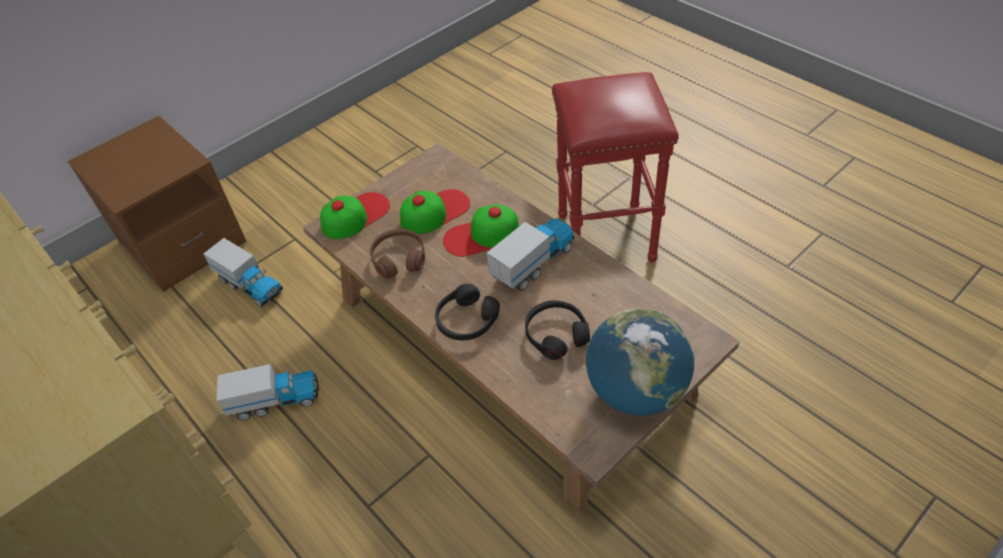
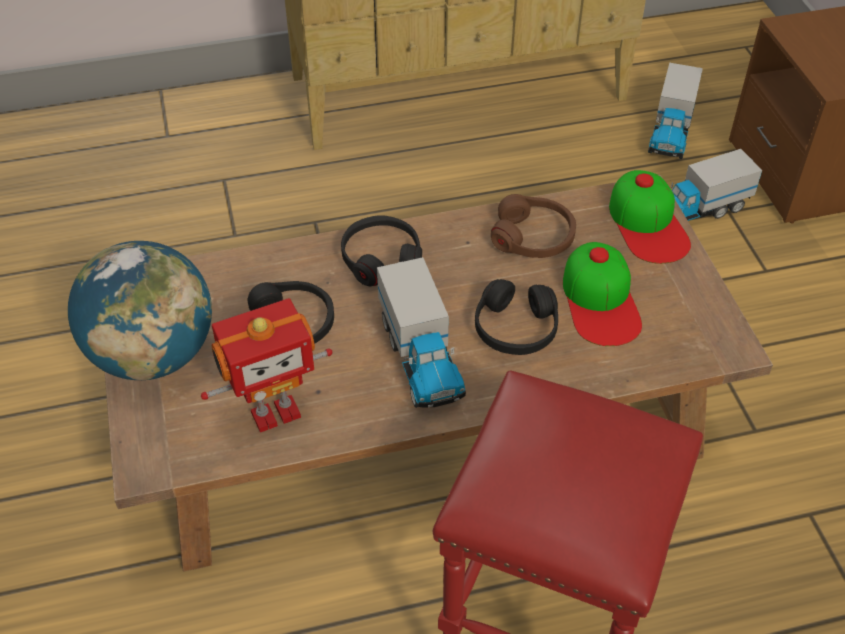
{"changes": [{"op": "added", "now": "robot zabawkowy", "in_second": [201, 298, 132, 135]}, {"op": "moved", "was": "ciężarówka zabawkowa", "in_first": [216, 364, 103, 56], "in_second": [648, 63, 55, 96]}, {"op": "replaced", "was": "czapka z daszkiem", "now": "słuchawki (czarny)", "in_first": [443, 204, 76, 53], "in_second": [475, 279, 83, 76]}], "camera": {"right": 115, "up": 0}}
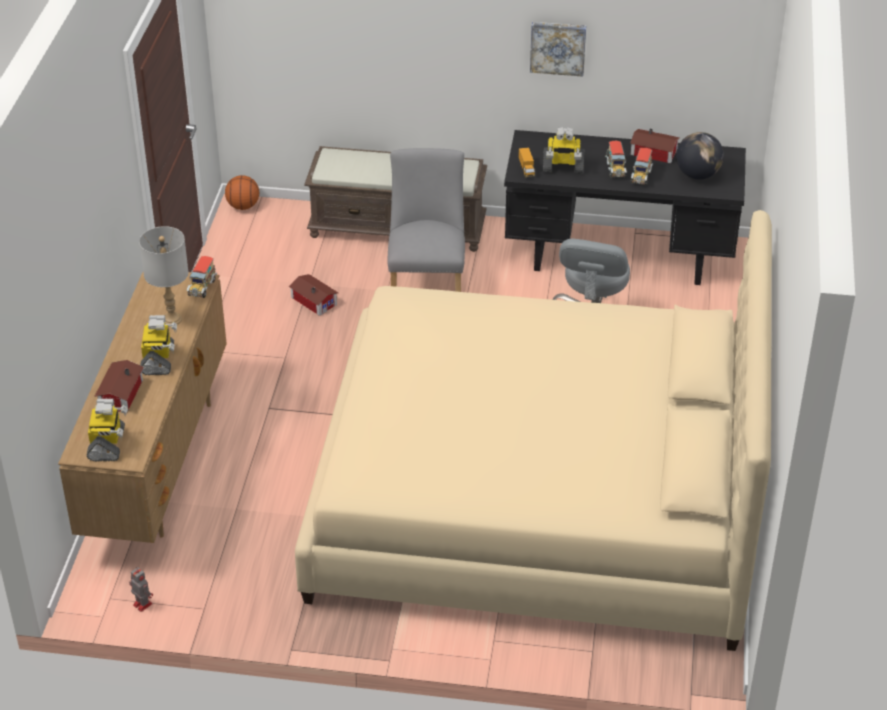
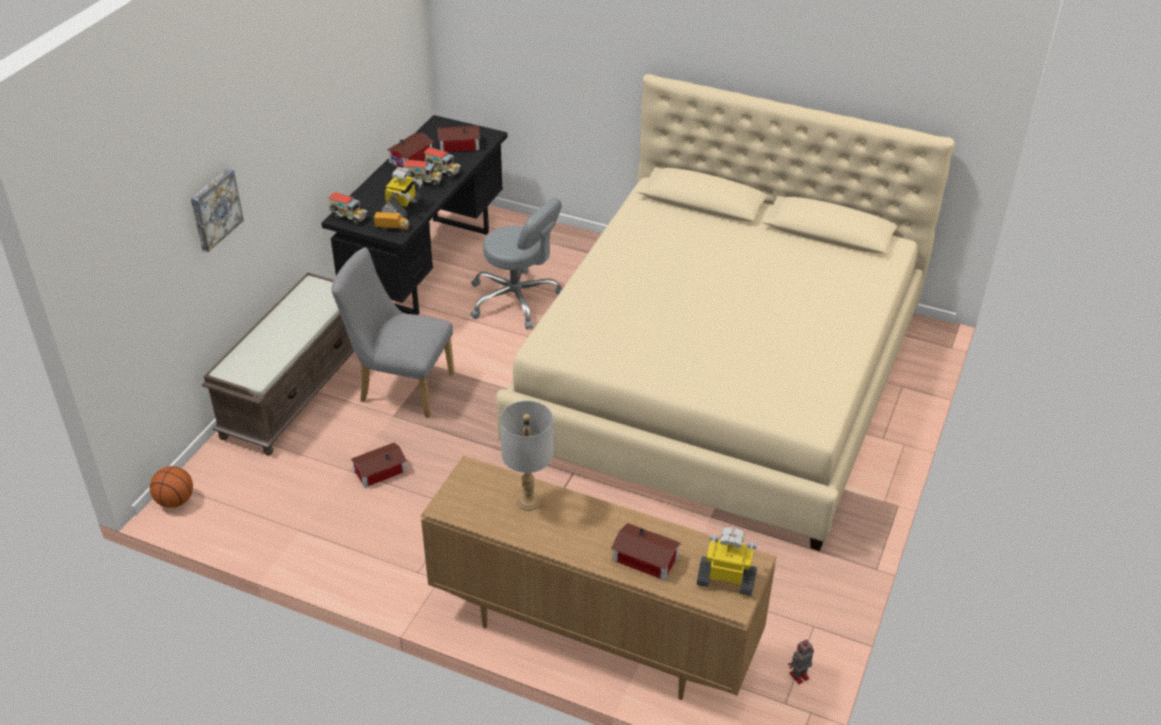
{"changes": [{"op": "removed", "was": "robot zabawkowy", "in_first": [140, 315, 37, 60]}, {"op": "moved", "was": "ciężarówka zabawkowa", "in_first": [186, 256, 31, 42], "in_second": [328, 192, 40, 32]}, {"op": "moved", "was": "obraz", "in_first": [530, 22, 56, 55], "in_second": [191, 168, 53, 84]}, {"op": "replaced", "was": "globus", "now": "domek", "in_first": [676, 132, 48, 48], "in_second": [438, 125, 42, 27]}], "camera": {"right": -75, "up": 0}}
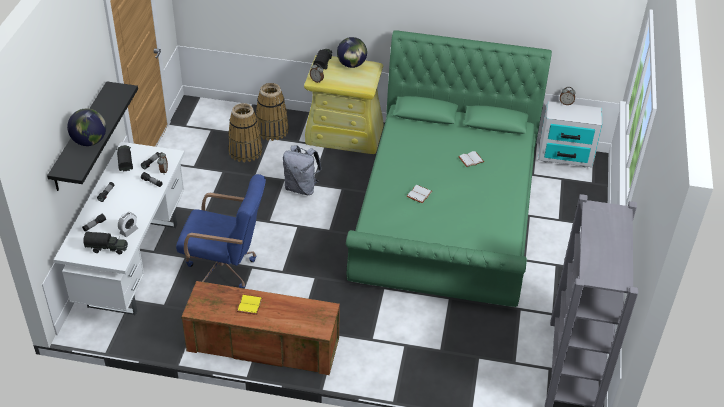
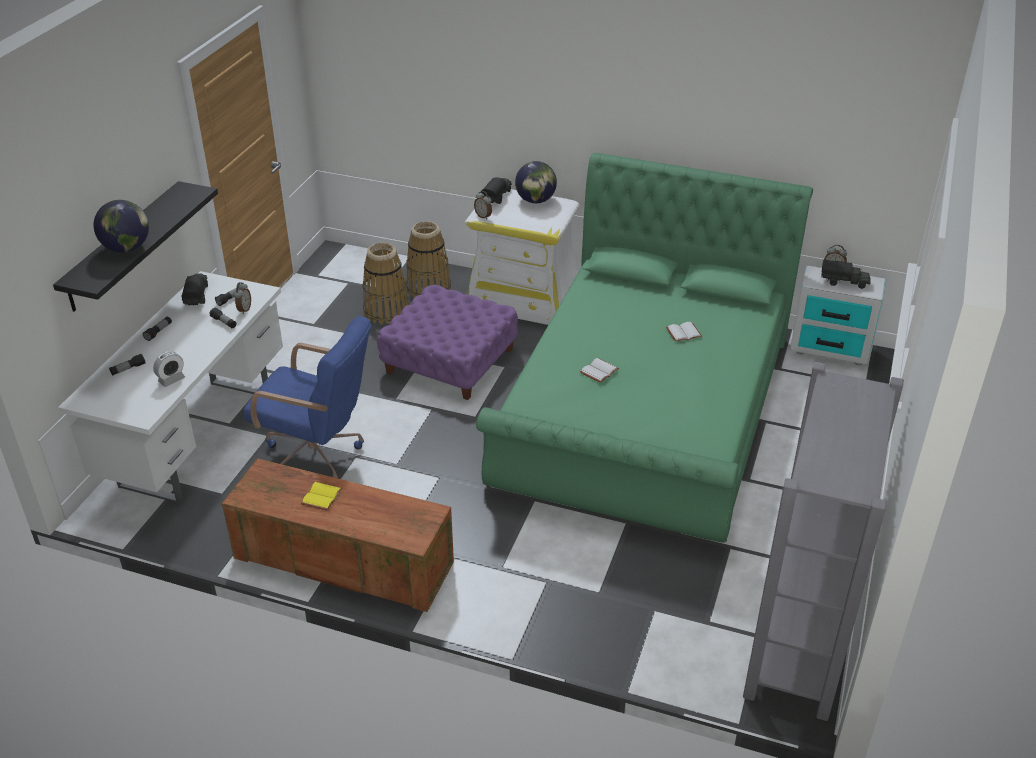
{"changes": [{"op": "moved", "was": "ciężarówka zabawkowa", "in_first": [83, 232, 45, 22], "in_second": [821, 259, 50, 30]}, {"op": "replaced", "was": "plecak (szary)", "now": "pufa (fioletowy)", "in_first": [283, 145, 39, 50], "in_second": [377, 285, 141, 115]}, {"op": "recoloured", "was": "szafka nocna (żółty)", "now": "szafka nocna (biały)", "in_first": [304, 55, 80, 99], "in_second": [465, 189, 114, 136]}], "camera": {"right": 10, "up": -5}}
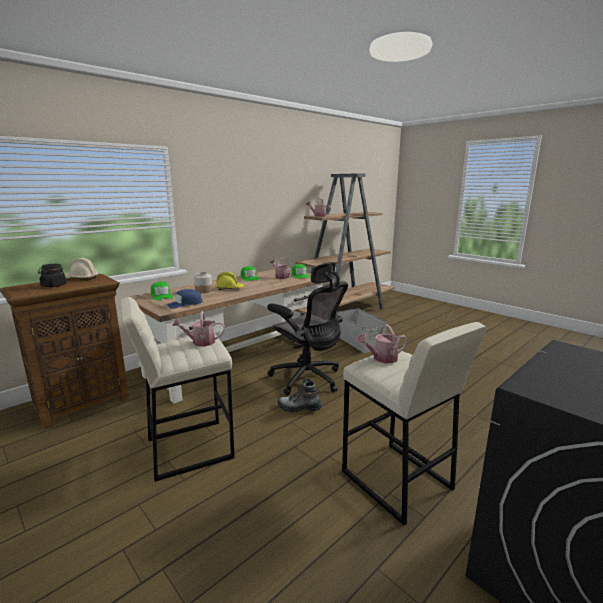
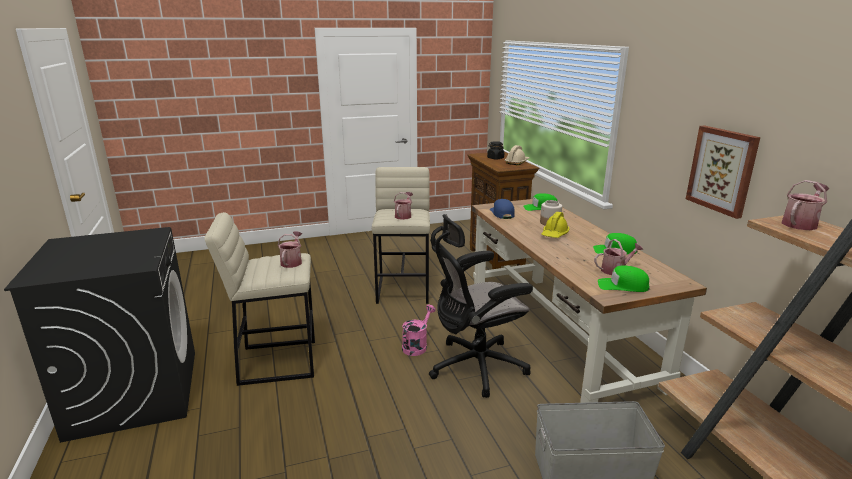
{"changes": [{"op": "added", "now": "obraz", "in_second": [686, 126, 74, 93]}, {"op": "replaced", "was": "but z cholewką", "now": "konewka (różowy)", "in_first": [278, 378, 44, 34], "in_second": [402, 305, 34, 51]}], "camera": {"right": 115, "up": 5}}
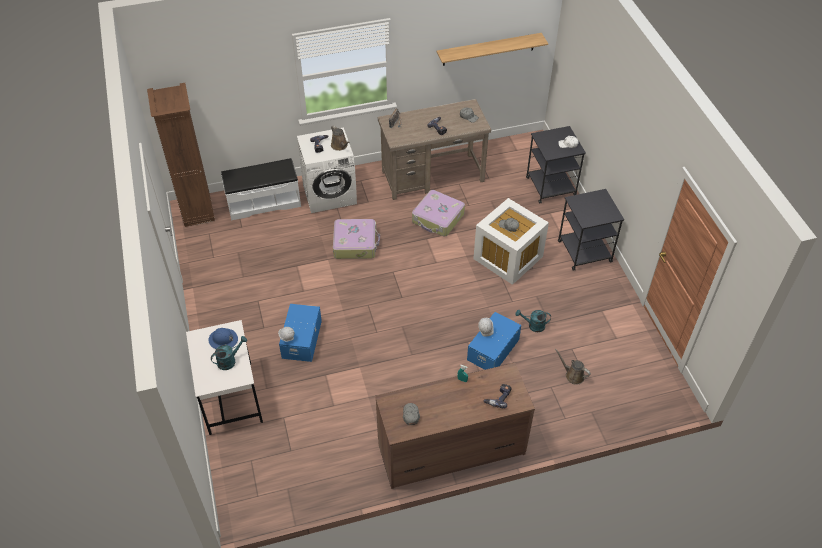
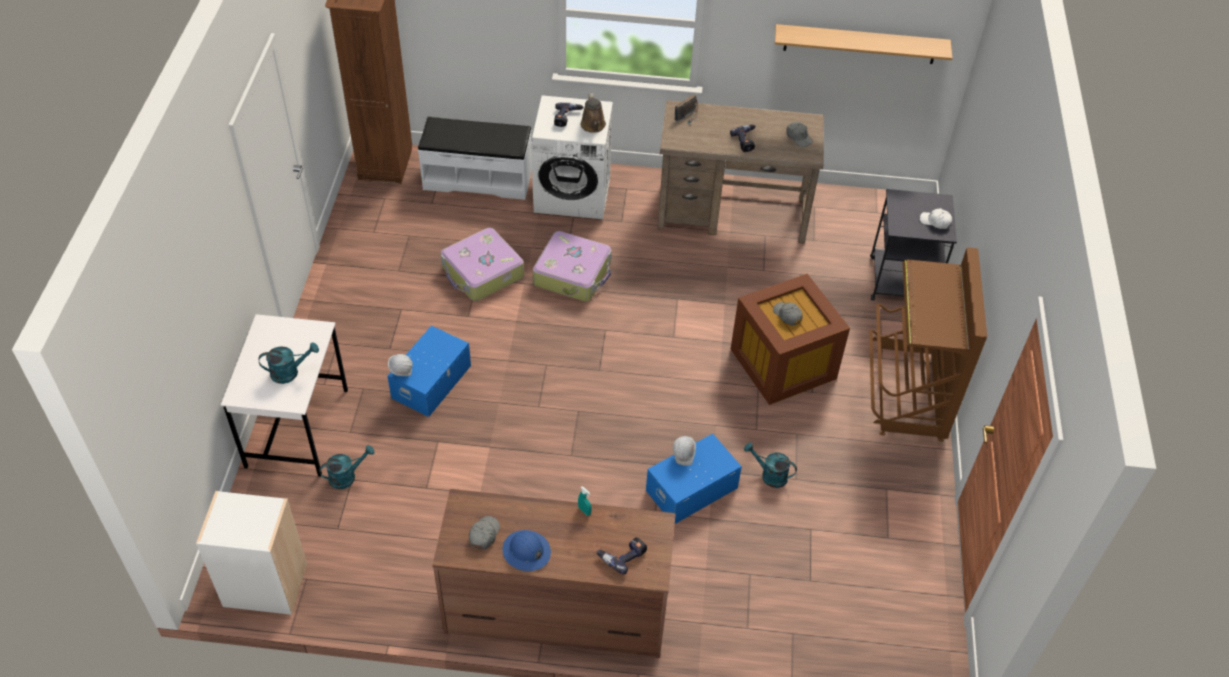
{"changes": [{"op": "removed", "was": "konewka (brązowy)", "in_first": [555, 349, 36, 36]}, {"op": "added", "now": "regał (biały)", "in_second": [196, 491, 111, 124]}, {"op": "added", "now": "konewka (turkusowy)", "in_second": [319, 445, 56, 44]}, {"op": "moved", "was": "kask (niebieski)", "in_first": [208, 328, 30, 21], "in_second": [503, 530, 48, 41]}, {"op": "moved", "was": "walizka", "in_first": [412, 190, 53, 47], "in_second": [441, 228, 83, 73]}, {"op": "replaced", "was": "wózek (czarny)", "now": "regał na buty (brązowy)", "in_first": [558, 189, 66, 82], "in_second": [869, 247, 118, 195]}, {"op": "recoloured", "was": "pojemnik do przechowywania (biały)", "now": "pojemnik do przechowywania (brązowy)", "in_first": [473, 198, 76, 87], "in_second": [731, 274, 119, 131]}], "camera": {"right": 20, "up": 0}}
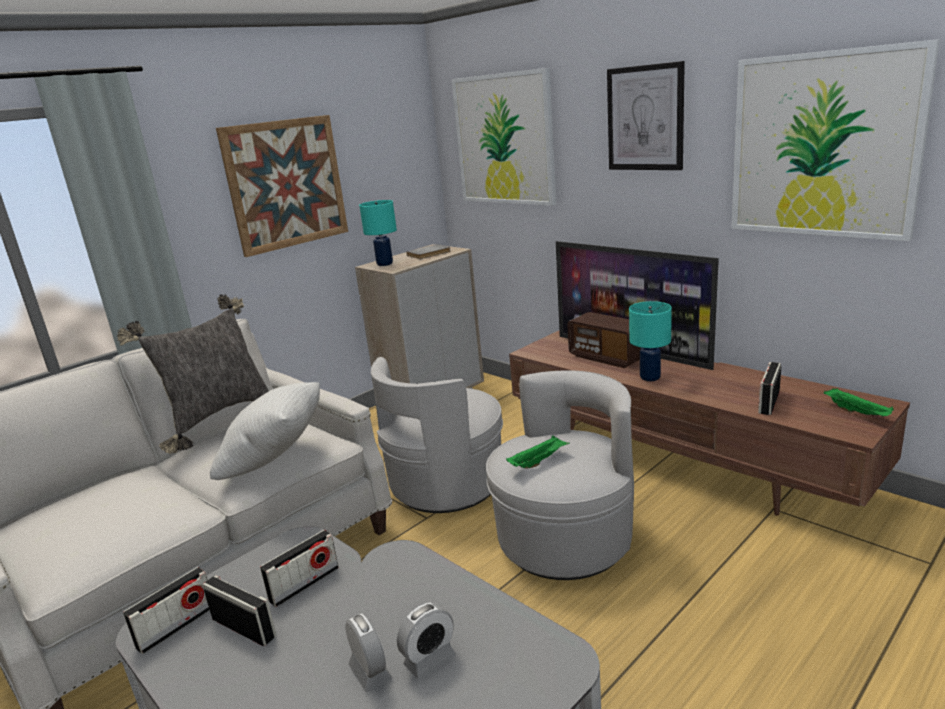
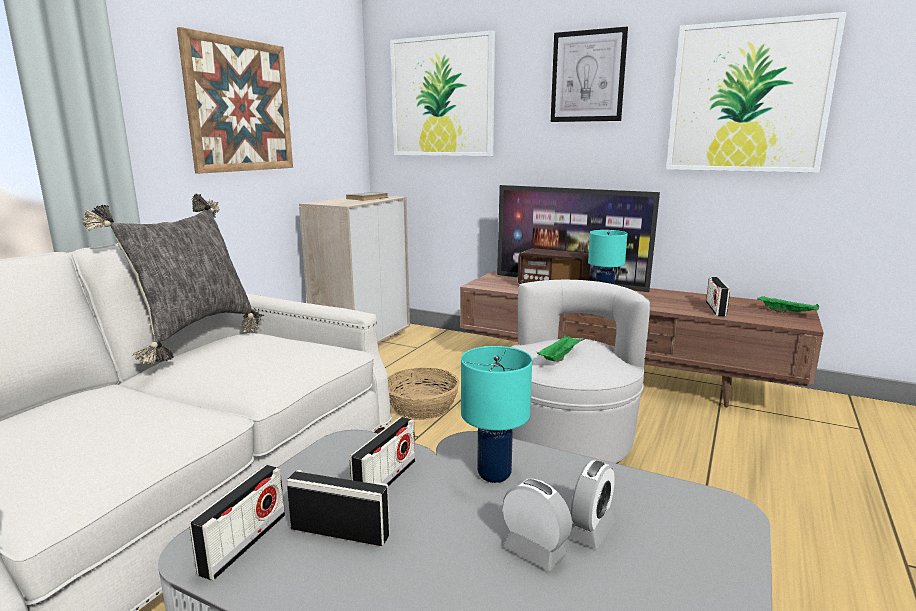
{"changes": [{"op": "removed", "was": "poduszka (biały)", "in_first": [210, 382, 110, 98]}, {"op": "moved", "was": "lampa stołowa (turkusowy)", "in_first": [359, 200, 38, 66], "in_second": [461, 346, 71, 137]}, {"op": "replaced", "was": "fotel (biały)", "now": "koszyk", "in_first": [371, 357, 132, 156], "in_second": [388, 367, 71, 53]}], "camera": {"right": -20, "up": -5}}
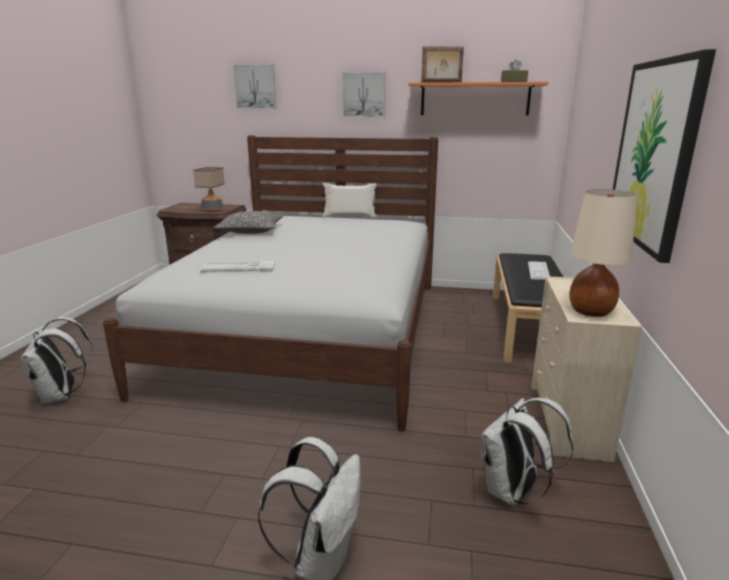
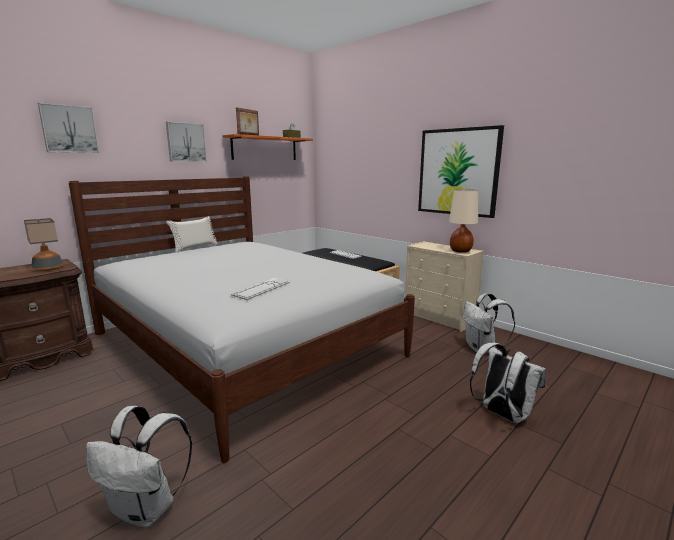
{"changes": [{"op": "removed", "was": "poduszka", "in_first": [214, 211, 69, 23]}], "camera": {"right": -55, "up": -5}}
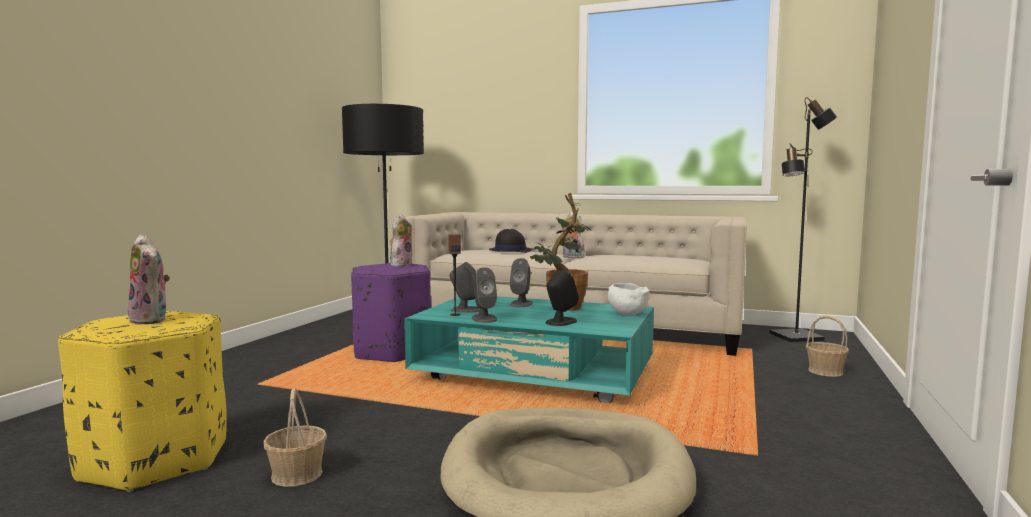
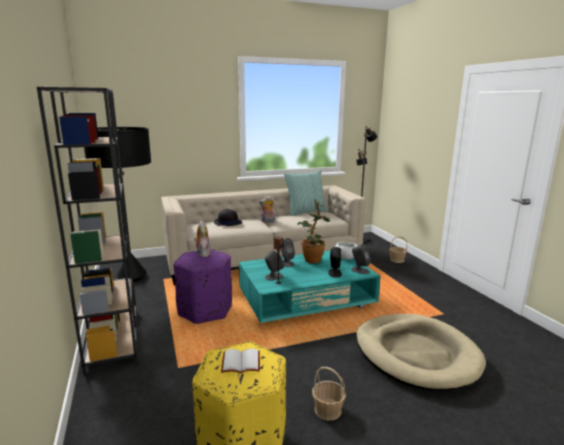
{"changes": [{"op": "added", "now": "regał", "in_second": [37, 87, 101, 288]}, {"op": "added", "now": "poduszka", "in_second": [284, 170, 44, 46]}, {"op": "moved", "was": "głośnik (szary)", "in_first": [472, 267, 25, 56], "in_second": [351, 244, 19, 30]}, {"op": "replaced", "was": "pluszak", "now": "książka (biały)", "in_first": [127, 235, 43, 90], "in_second": [221, 348, 39, 25]}], "camera": {"right": -40, "up": 10}}
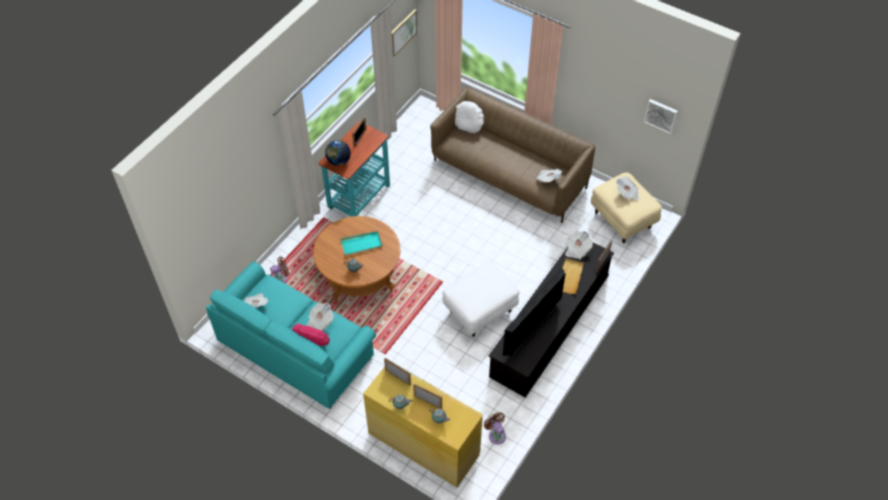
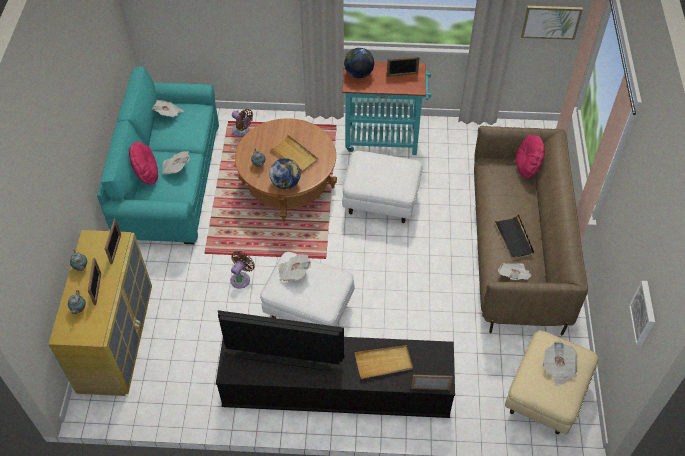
{"changes": [{"op": "added", "now": "globus", "in_second": [269, 158, 32, 31]}, {"op": "added", "now": "pufa (biały)", "in_second": [342, 151, 80, 72]}, {"op": "added", "now": "taca (czarny)", "in_second": [494, 215, 40, 44]}, {"op": "moved", "was": "wentylator (brązowy)", "in_first": [484, 412, 22, 33], "in_second": [231, 251, 24, 38]}, {"op": "moved", "was": "gazeta", "in_first": [565, 231, 28, 29], "in_second": [278, 254, 33, 27]}, {"op": "recoloured", "was": "taca (turkusowy)", "now": "taca (beżowy)", "in_first": [340, 231, 42, 24], "in_second": [270, 135, 48, 37]}, {"op": "recoloured", "was": "poduszka (biały)", "now": "poduszka (różowy)", "in_first": [455, 101, 29, 32], "in_second": [516, 135, 29, 44]}], "camera": {"right": 60, "up": 0}}
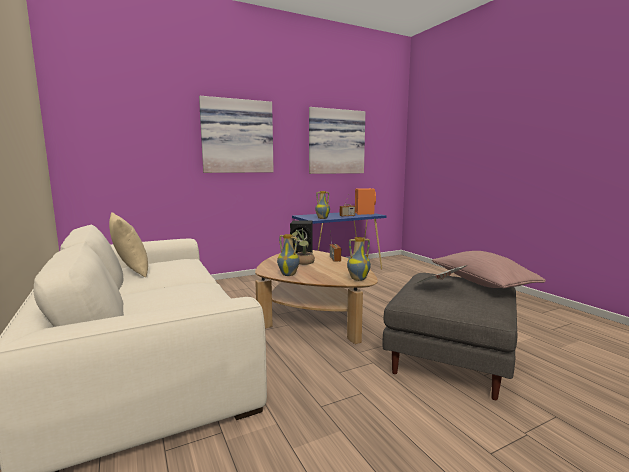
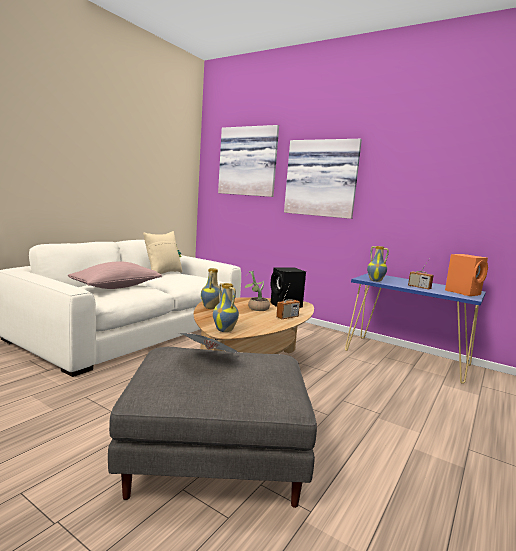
{"changes": [{"op": "moved", "was": "obraz", "in_first": [309, 107, 56, 67], "in_second": [218, 125, 61, 72]}, {"op": "moved", "was": "poduszka (różowy)", "in_first": [432, 251, 114, 37], "in_second": [68, 261, 94, 28]}], "camera": {"right": 60, "up": 0}}
